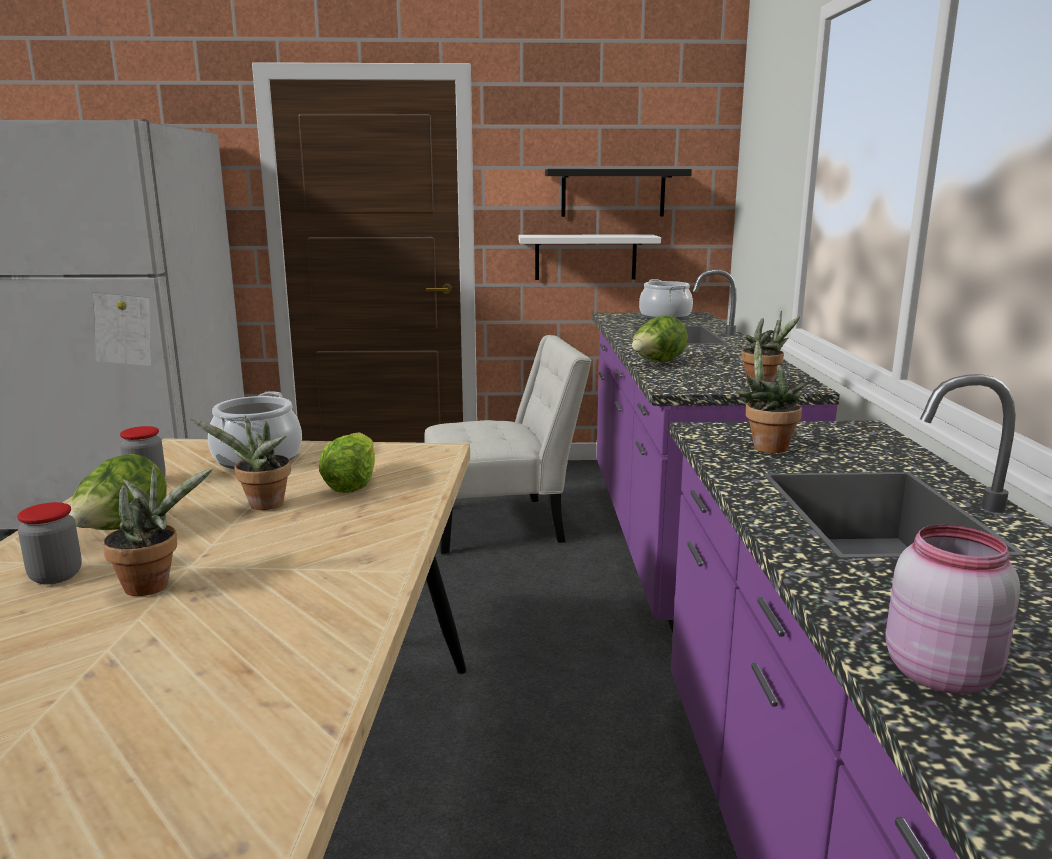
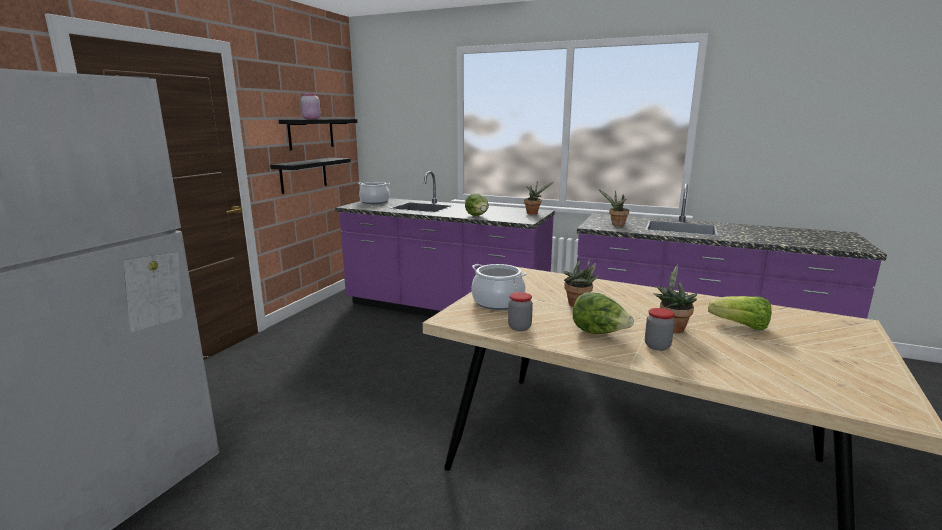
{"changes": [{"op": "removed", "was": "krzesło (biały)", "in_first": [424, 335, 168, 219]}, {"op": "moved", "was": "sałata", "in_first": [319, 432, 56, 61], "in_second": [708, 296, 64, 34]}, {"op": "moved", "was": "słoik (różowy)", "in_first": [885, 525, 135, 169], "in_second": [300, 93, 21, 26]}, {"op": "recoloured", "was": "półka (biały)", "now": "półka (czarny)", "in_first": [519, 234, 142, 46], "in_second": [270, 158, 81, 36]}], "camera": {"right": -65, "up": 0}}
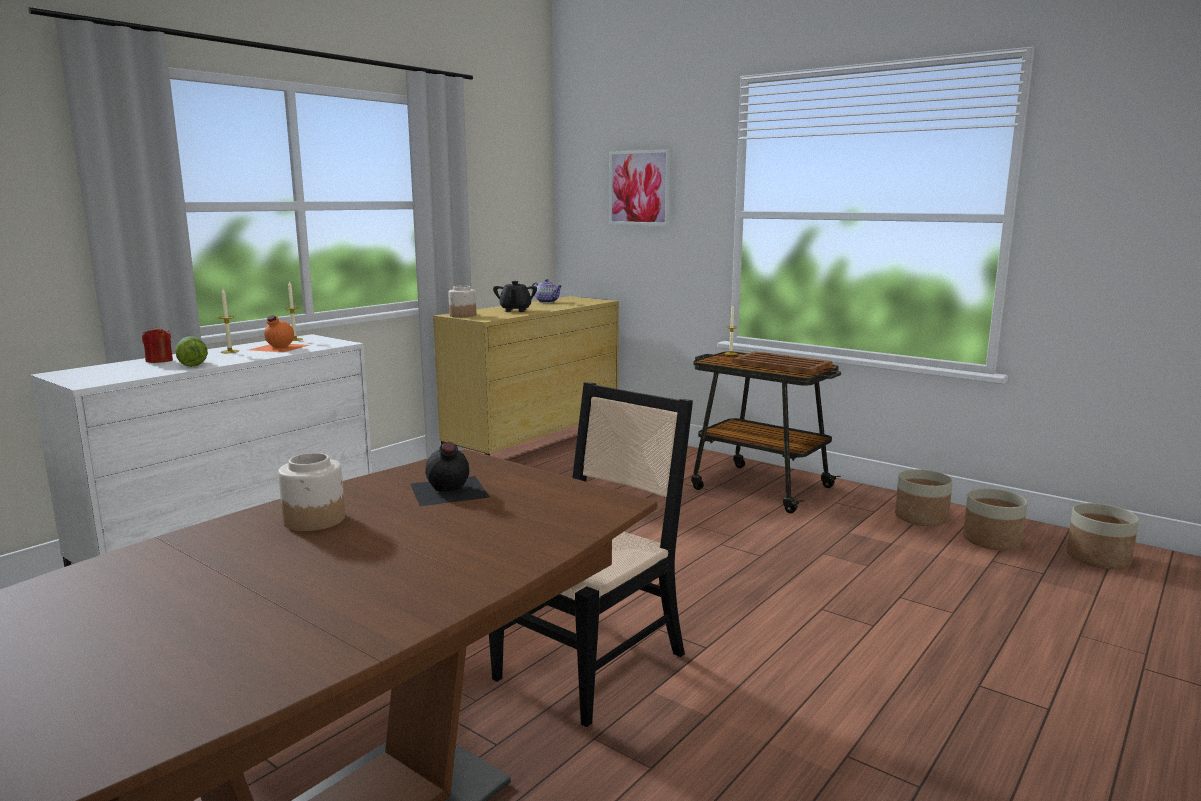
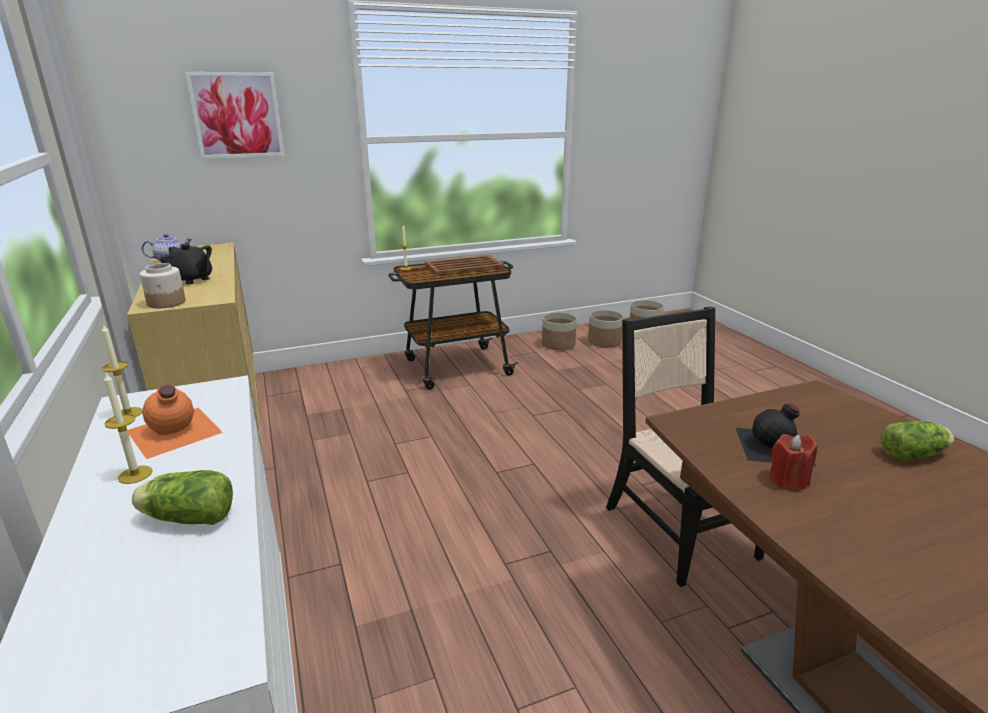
{"changes": [{"op": "removed", "was": "słoik", "in_first": [278, 453, 67, 78]}, {"op": "added", "now": "sałata", "in_second": [880, 421, 74, 39]}, {"op": "moved", "was": "świeca (czerwony)", "in_first": [142, 325, 31, 38], "in_second": [769, 434, 48, 57]}], "camera": {"right": -60, "up": 10}}
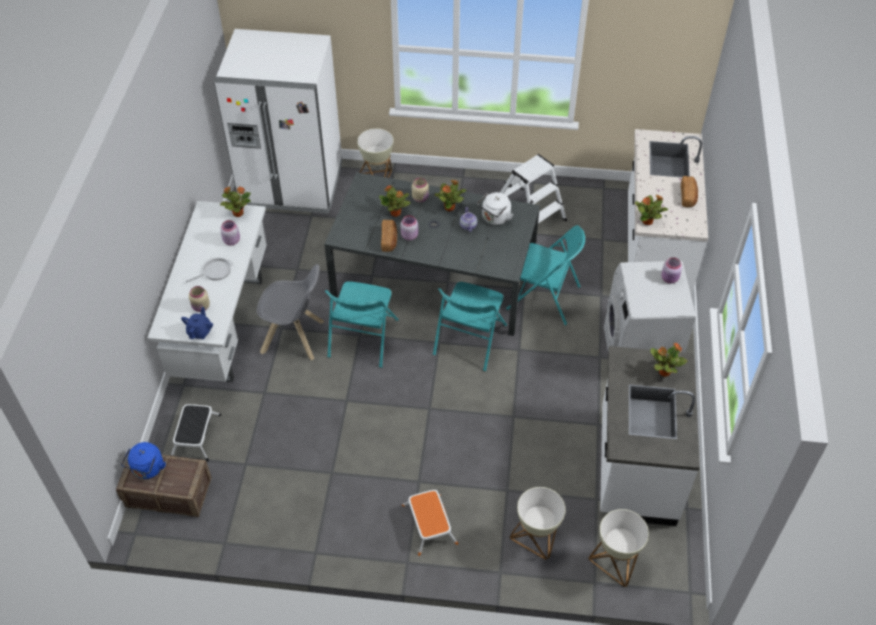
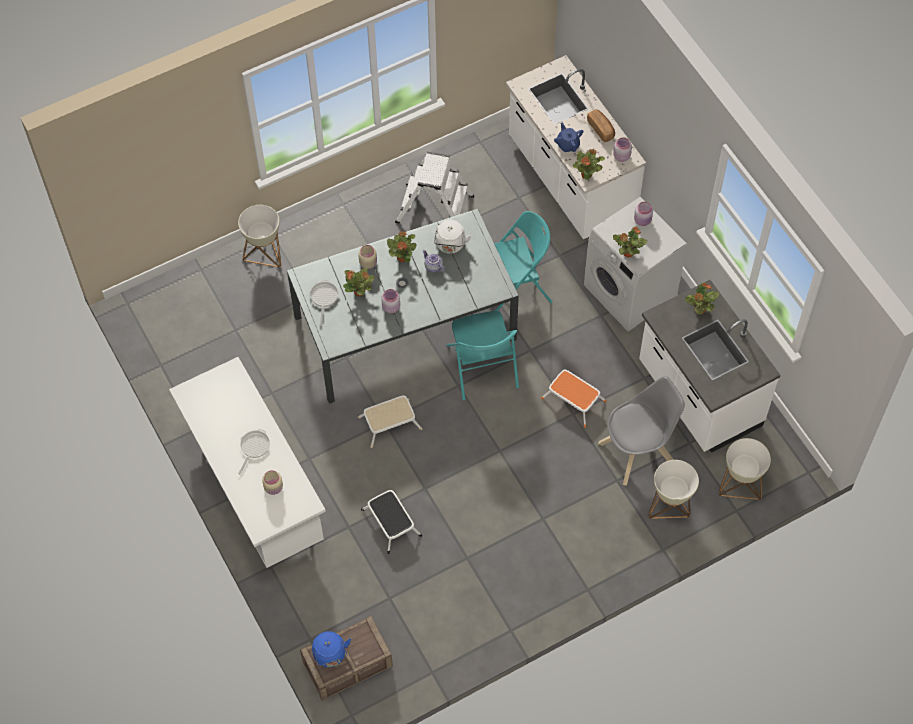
{"changes": [{"op": "removed", "was": "lodówka (biały)", "in_first": [214, 29, 128, 185]}, {"op": "removed", "was": "chleb", "in_first": [381, 220, 16, 32]}, {"op": "added", "now": "patelnia", "in_second": [309, 280, 30, 44]}, {"op": "moved", "was": "drabinka (czarny)", "in_first": [170, 404, 51, 58], "in_second": [361, 490, 61, 64]}, {"op": "moved", "was": "imbryk (niebieski)", "in_first": [181, 307, 32, 32], "in_second": [554, 122, 29, 30]}, {"op": "moved", "was": "roślina doniczkowa", "in_first": [220, 186, 31, 31], "in_second": [613, 227, 34, 31]}, {"op": "moved", "was": "słoik (różowy)", "in_first": [220, 220, 20, 26], "in_second": [613, 137, 19, 25]}, {"op": "moved", "was": "krzesło (szary)", "in_first": [257, 264, 68, 96], "in_second": [598, 376, 87, 110]}, {"op": "moved", "was": "drabinka (pomarańczowy)", "in_first": [402, 490, 57, 66], "in_second": [541, 370, 66, 57]}, {"op": "replaced", "was": "krzesło (turkusowy)", "now": "drabinka (beżowy)", "in_first": [325, 281, 74, 87], "in_second": [358, 395, 65, 53]}], "camera": {"right": -35, "up": 10}}
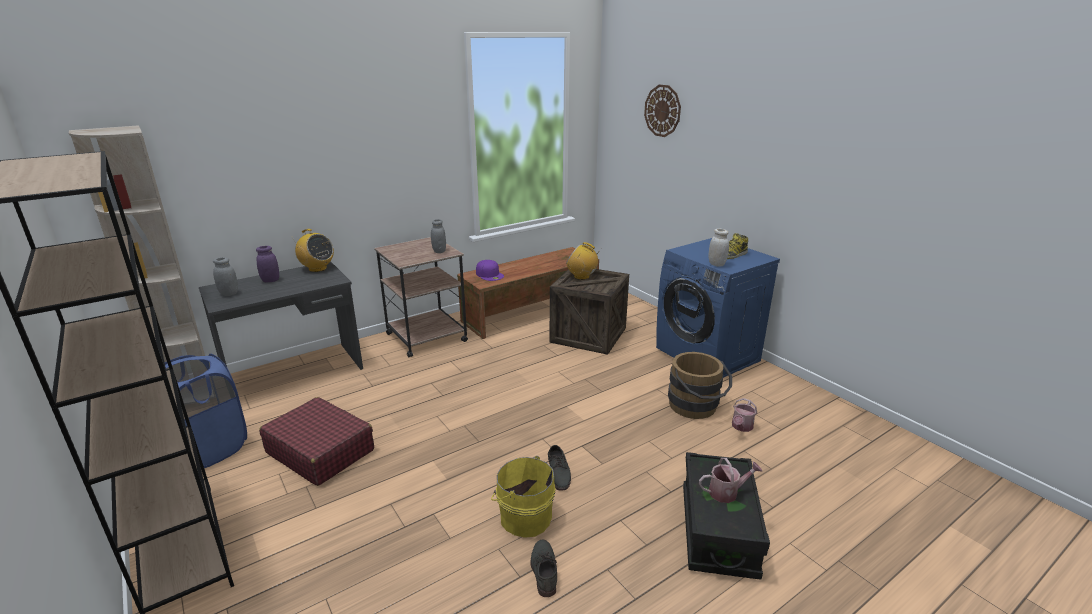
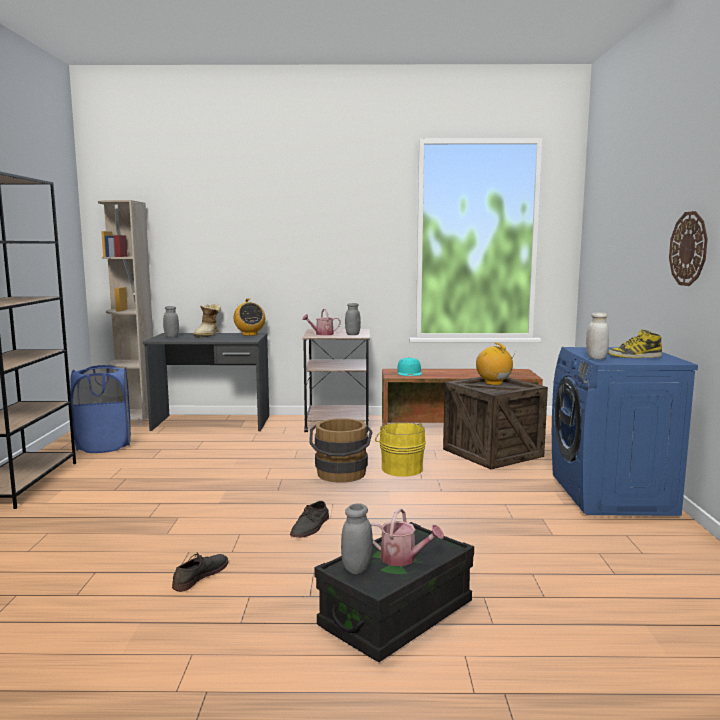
{"changes": [{"op": "removed", "was": "walizka (czerwony)", "in_first": [259, 397, 115, 89]}, {"op": "added", "now": "słoik (szary)", "in_second": [341, 503, 32, 71]}, {"op": "moved", "was": "wiadro (żółty)", "in_first": [491, 456, 65, 82], "in_second": [375, 423, 51, 54]}, {"op": "moved", "was": "zegar ścienny", "in_first": [644, 85, 37, 52], "in_second": [669, 211, 39, 75]}, {"op": "moved", "was": "wiadro (brązowy)", "in_first": [668, 352, 64, 67], "in_second": [309, 418, 63, 65]}, {"op": "moved", "was": "konewka", "in_first": [732, 398, 25, 34], "in_second": [302, 309, 39, 26]}, {"op": "replaced", "was": "słoik (fioletowy)", "now": "but z cholewką", "in_first": [256, 246, 23, 36], "in_second": [193, 304, 28, 34]}, {"op": "recoloured", "was": "czapka z daszkiem (fioletowy)", "now": "czapka z daszkiem (turkusowy)", "in_first": [476, 260, 28, 21], "in_second": [397, 357, 25, 19]}], "camera": {"right": 35, "up": -15}}
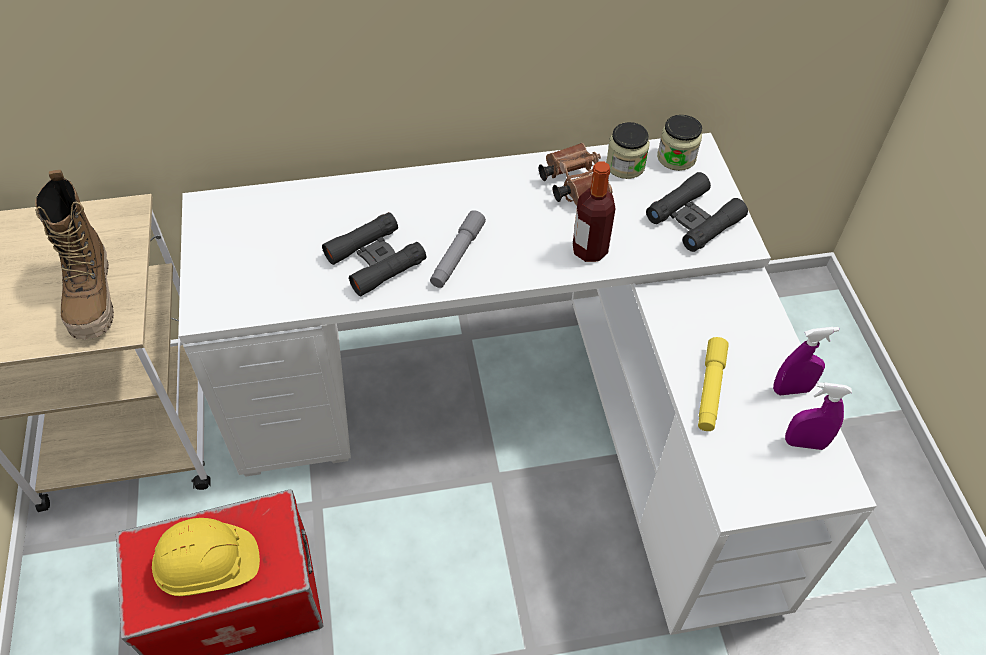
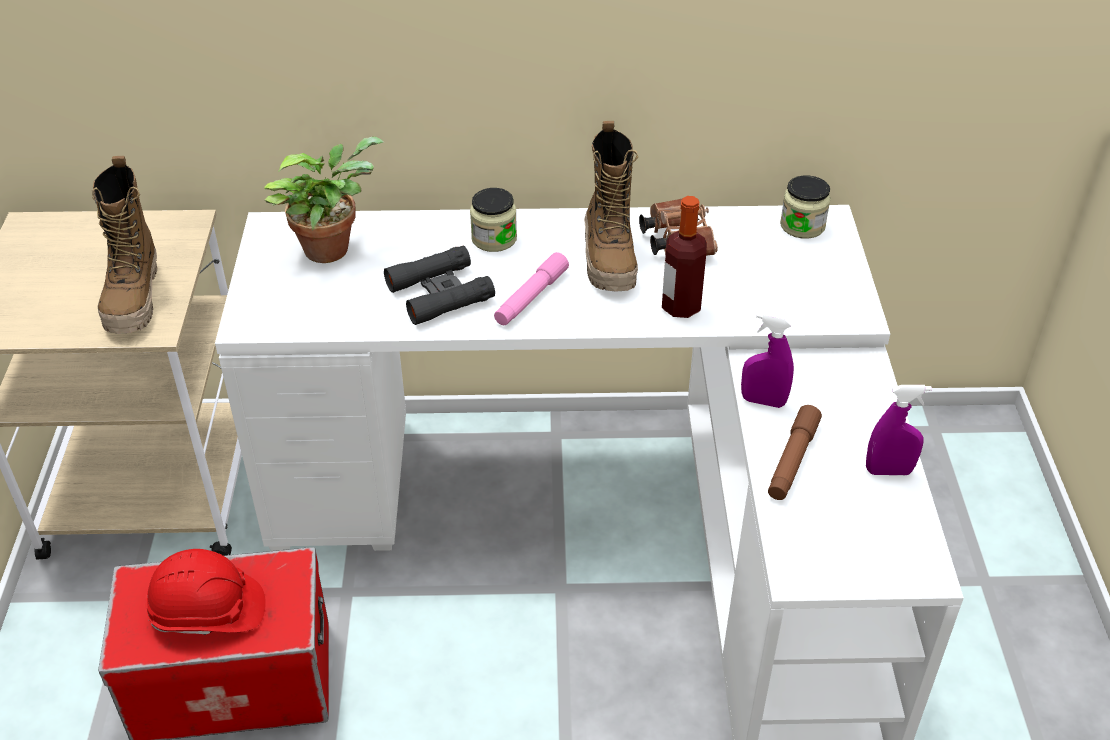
{"changes": [{"op": "removed", "was": "lornetka (czarny)", "in_first": [646, 172, 102, 80]}, {"op": "added", "now": "roślina doniczkowa", "in_second": [264, 137, 120, 126]}, {"op": "added", "now": "but z cholewką", "in_second": [584, 121, 54, 171]}, {"op": "moved", "was": "słoik", "in_first": [606, 122, 44, 57], "in_second": [470, 188, 47, 64]}, {"op": "moved", "was": "spryskiwacz (fioletowy)", "in_first": [785, 382, 67, 68], "in_second": [741, 313, 53, 95]}, {"op": "recoloured", "was": "kask (żółty)", "now": "kask (czerwony)", "in_first": [152, 518, 108, 78], "in_second": [145, 549, 121, 86]}, {"op": "recoloured", "was": "latarka (szary)", "now": "latarka (różowy)", "in_first": [430, 210, 56, 78], "in_second": [494, 252, 75, 73]}, {"op": "recoloured", "was": "latarka (żółty)", "now": "latarka (brązowy)", "in_first": [698, 337, 31, 94], "in_second": [768, 405, 54, 95]}], "camera": {"right": 10, "up": -10}}
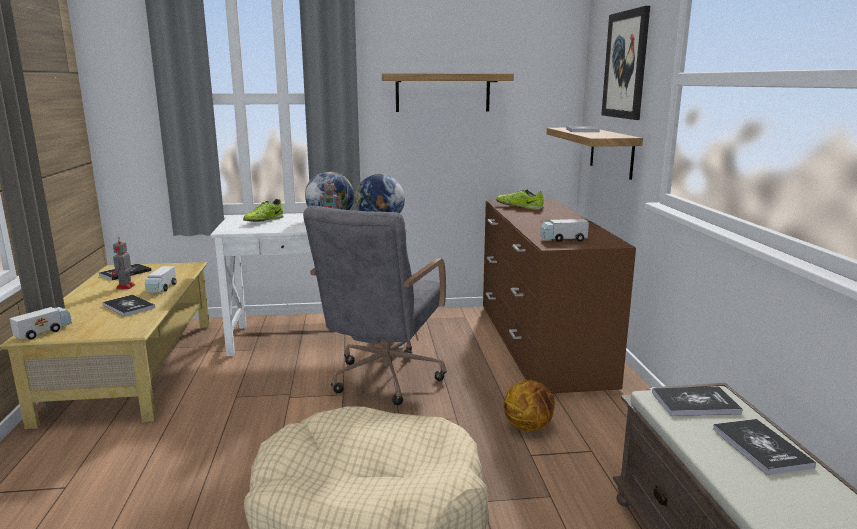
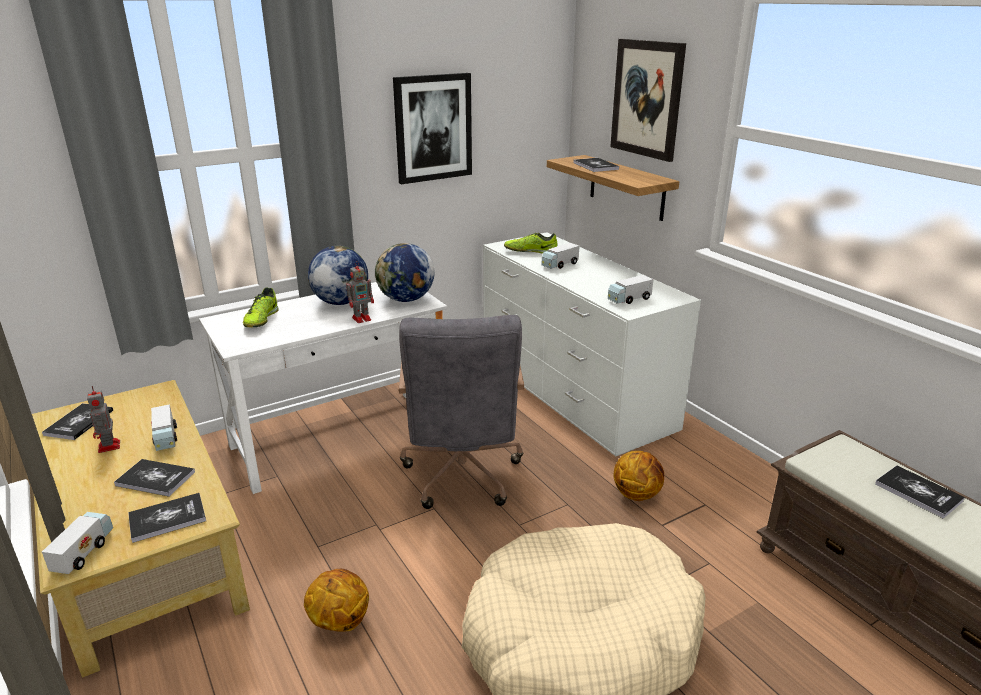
{"changes": [{"op": "added", "now": "piłka do koszykówki", "in_second": [304, 569, 65, 62]}, {"op": "added", "now": "ciężarówka zabawkowa", "in_second": [542, 243, 37, 26]}, {"op": "moved", "was": "książka", "in_first": [652, 387, 91, 29], "in_second": [128, 493, 78, 50]}, {"op": "replaced", "was": "półka", "now": "obraz", "in_first": [382, 74, 132, 38], "in_second": [393, 73, 79, 111]}, {"op": "recoloured", "was": "komoda (brązowy)", "now": "komoda (biały)", "in_first": [483, 199, 153, 194], "in_second": [483, 232, 218, 224]}], "camera": {"right": -25, "up": 10}}
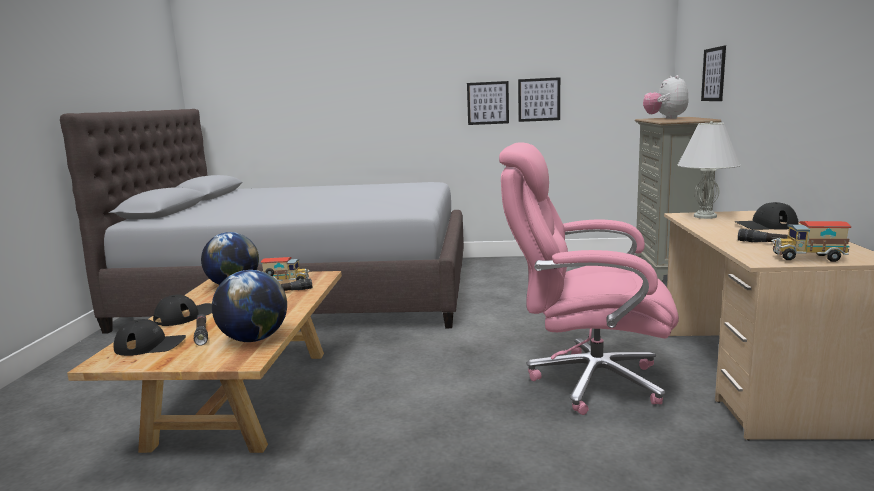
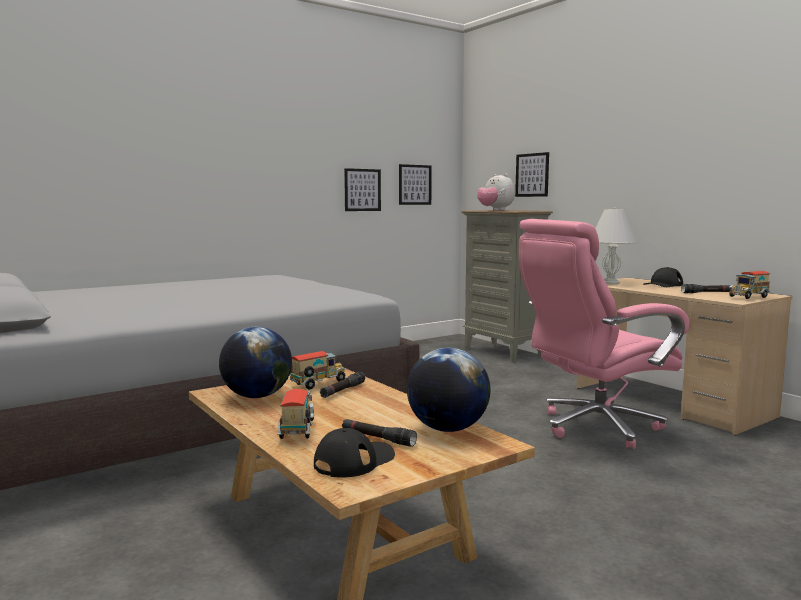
{"changes": [{"op": "moved", "was": "obraz", "in_first": [467, 81, 42, 44], "in_second": [399, 164, 33, 41]}, {"op": "replaced", "was": "czapka z daszkiem (czarny)", "now": "ciężarówka zabawkowa", "in_first": [153, 295, 59, 31], "in_second": [277, 389, 37, 50]}], "camera": {"right": -40, "up": -5}}
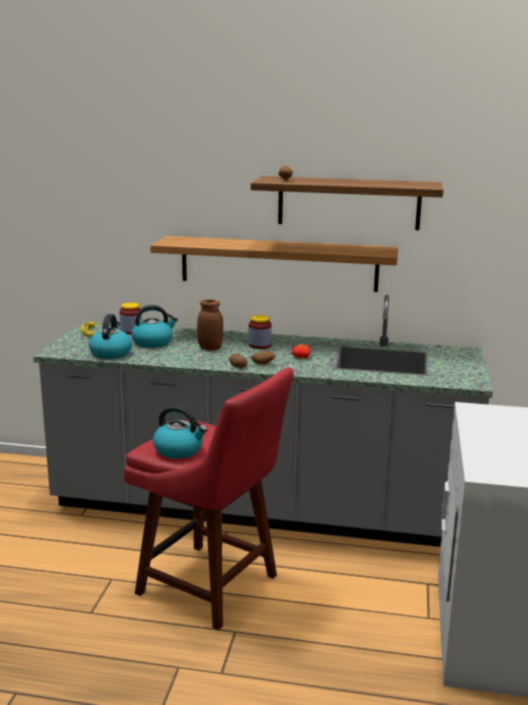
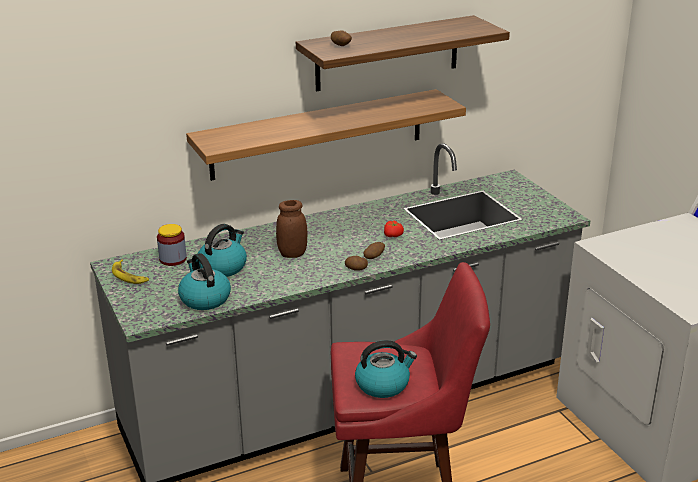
{"changes": [{"op": "removed", "was": "słoik", "in_first": [248, 315, 24, 34]}], "camera": {"right": -35, "up": 10}}
